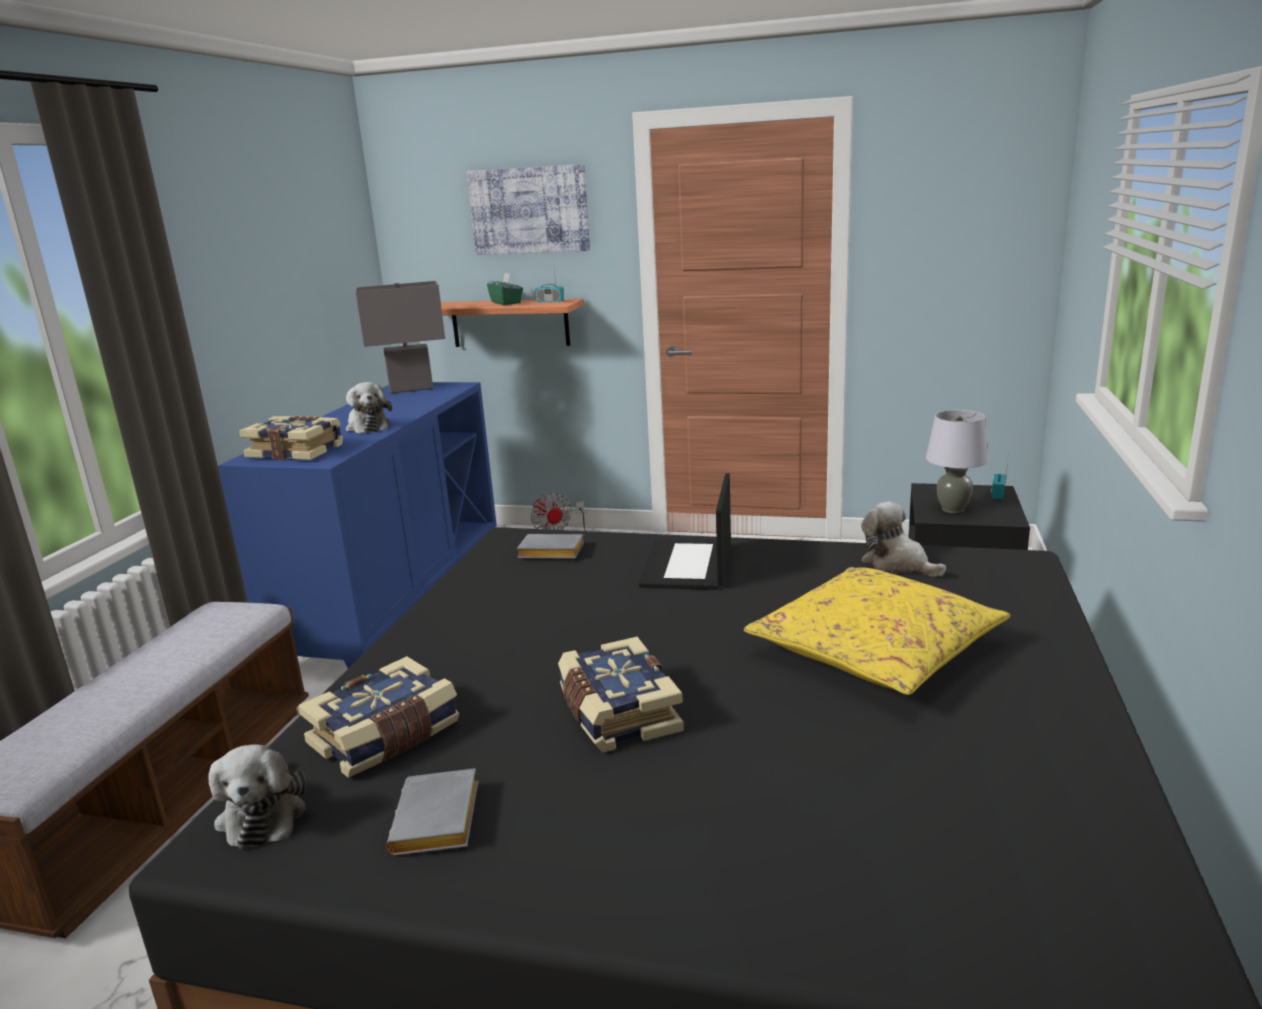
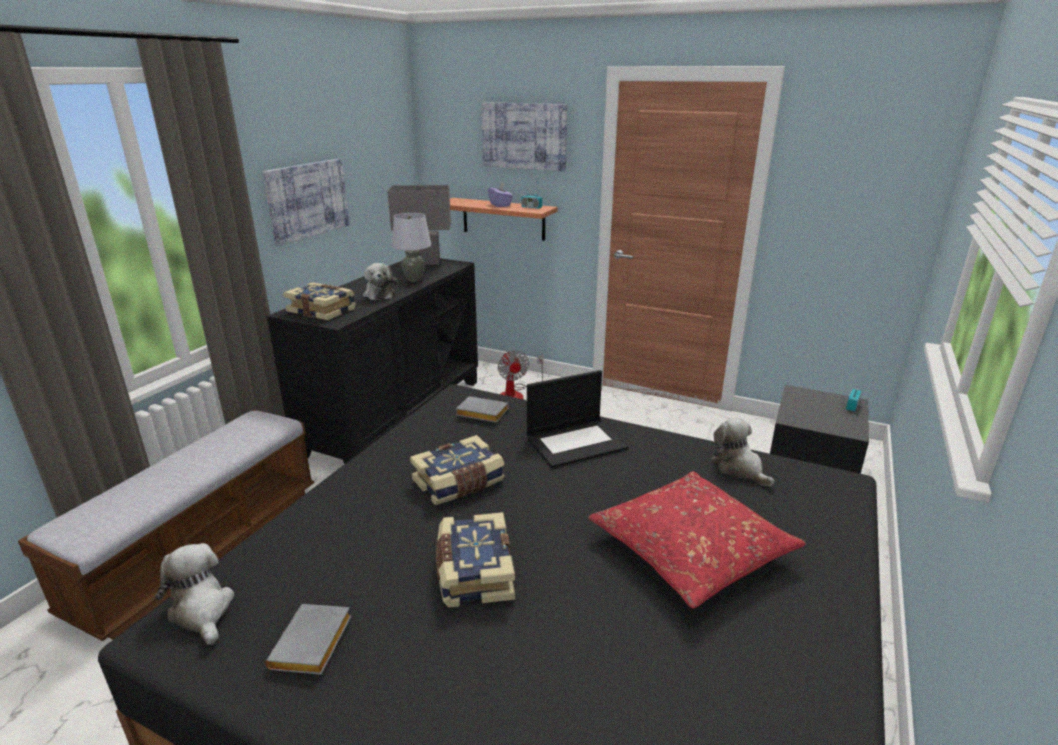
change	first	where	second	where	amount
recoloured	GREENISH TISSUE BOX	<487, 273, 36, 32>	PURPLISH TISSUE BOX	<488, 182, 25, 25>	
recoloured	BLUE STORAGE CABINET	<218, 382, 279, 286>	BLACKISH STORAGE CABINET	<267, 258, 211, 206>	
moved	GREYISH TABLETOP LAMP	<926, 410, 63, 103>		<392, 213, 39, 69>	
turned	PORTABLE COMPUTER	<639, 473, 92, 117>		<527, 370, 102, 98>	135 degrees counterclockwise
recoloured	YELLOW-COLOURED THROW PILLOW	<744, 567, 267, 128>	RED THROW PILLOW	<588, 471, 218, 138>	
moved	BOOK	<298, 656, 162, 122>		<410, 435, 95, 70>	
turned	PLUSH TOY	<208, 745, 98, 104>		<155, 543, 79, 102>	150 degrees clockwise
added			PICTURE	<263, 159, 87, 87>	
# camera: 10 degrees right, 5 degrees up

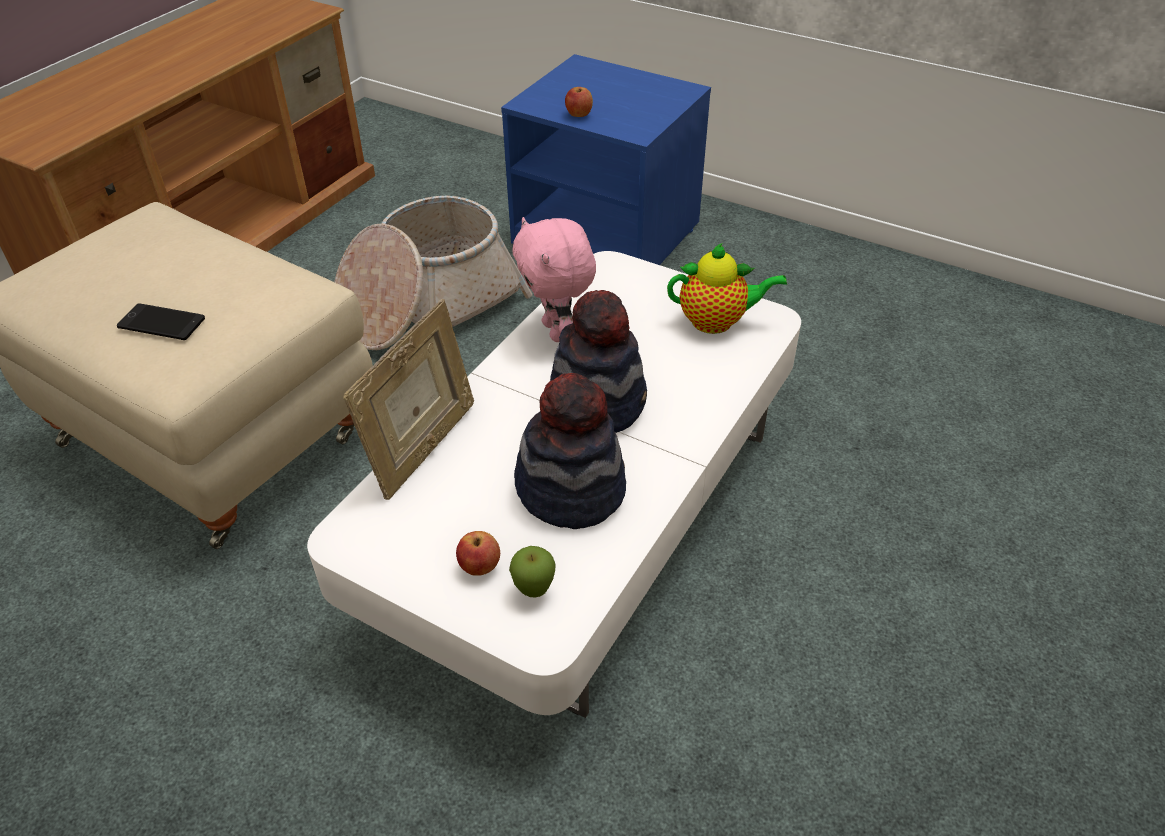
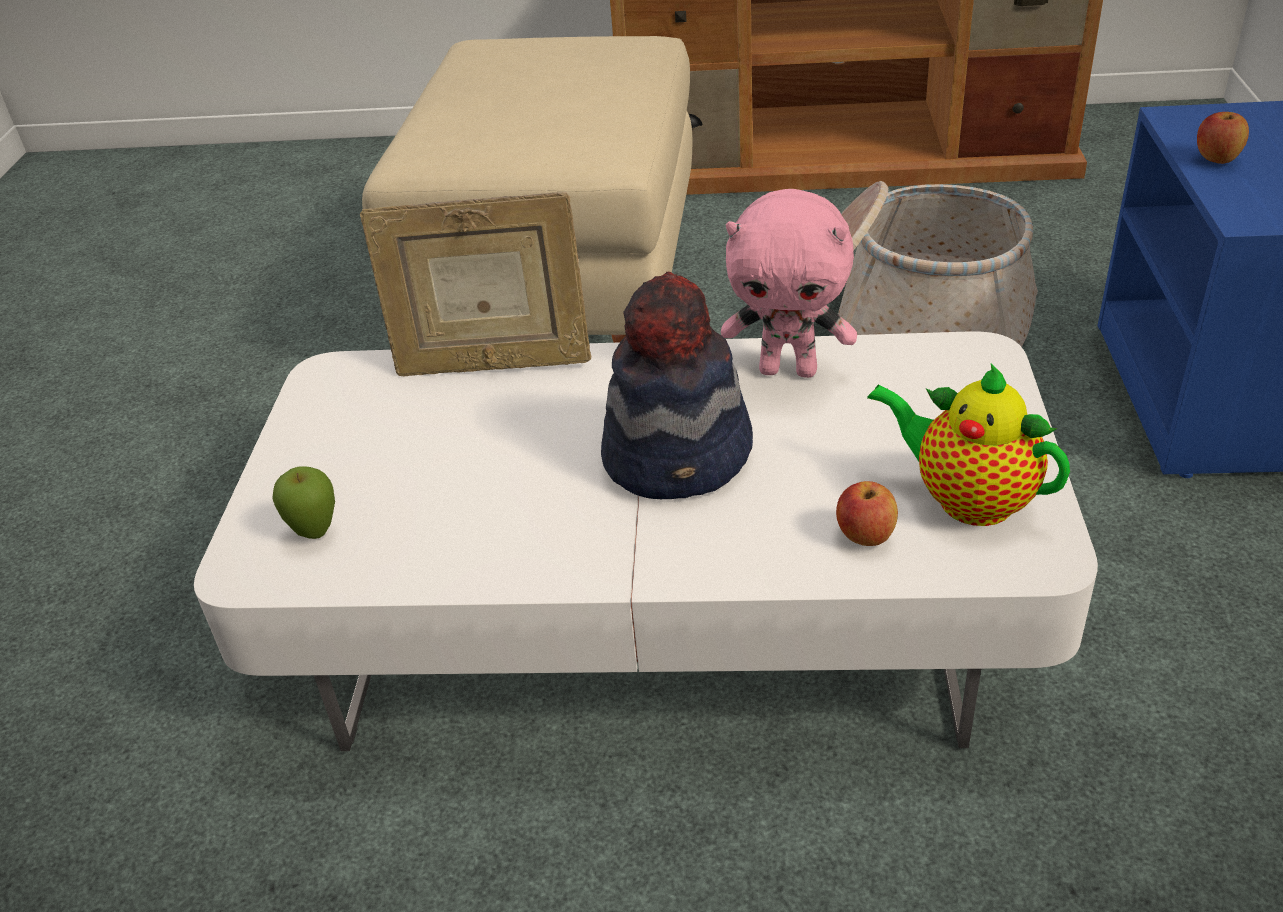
change	first	where	second	where	amount
turned	PINK PLUSH TOY	<512, 217, 84, 125>		<721, 189, 136, 189>	120 degrees counterclockwise
turned	POT FOR TEA	<667, 243, 120, 91>		<867, 363, 203, 163>	150 degrees clockwise
removed	TELEPHONE	<117, 303, 88, 37>			
removed	HAT	<514, 373, 112, 156>			
moved	APPLE FRUIT	<456, 531, 44, 45>		<836, 481, 62, 65>	
# camera: 65 degrees right, 5 degrees down

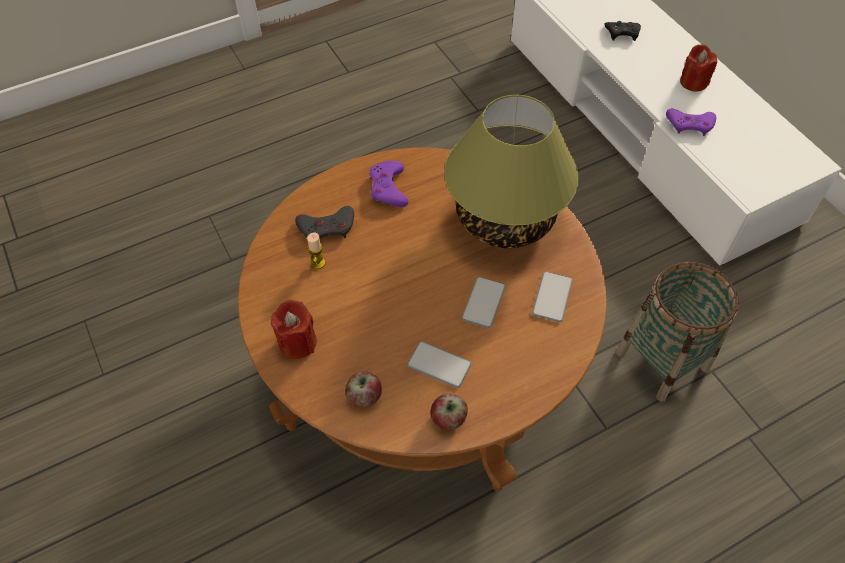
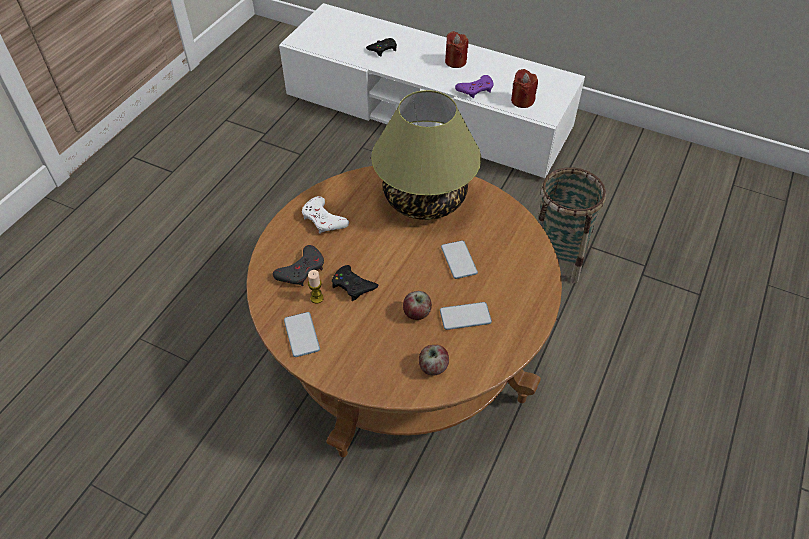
change	first	where	second	where	amount
recoloured	PURPLISH GAME CONTROLLER	<369, 160, 39, 47>	WHITISH GAME CONTROLLER	<302, 196, 47, 37>	
moved	TELEPHONE	<532, 272, 41, 50>		<284, 312, 36, 45>	
moved	RED WAX LIGHT	<271, 300, 46, 59>		<511, 69, 27, 39>	
moved	APPLE FRUIT	<431, 394, 37, 36>		<403, 291, 29, 29>	
added			BLACKISH GAME CONTROLLER	<332, 265, 46, 36>	
# camera: 35 degrees left, 5 degrees down

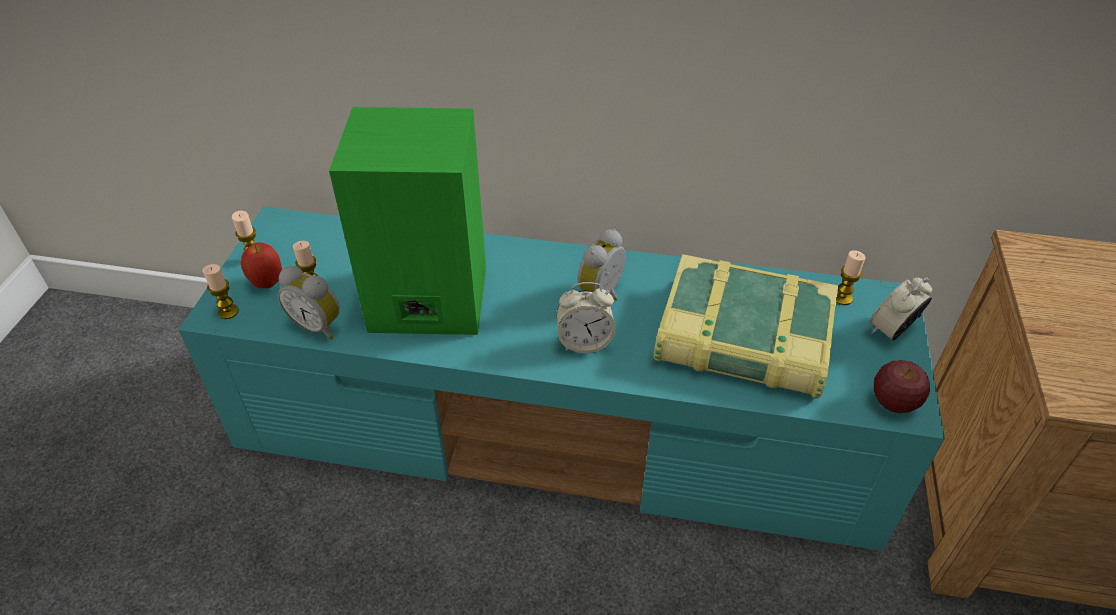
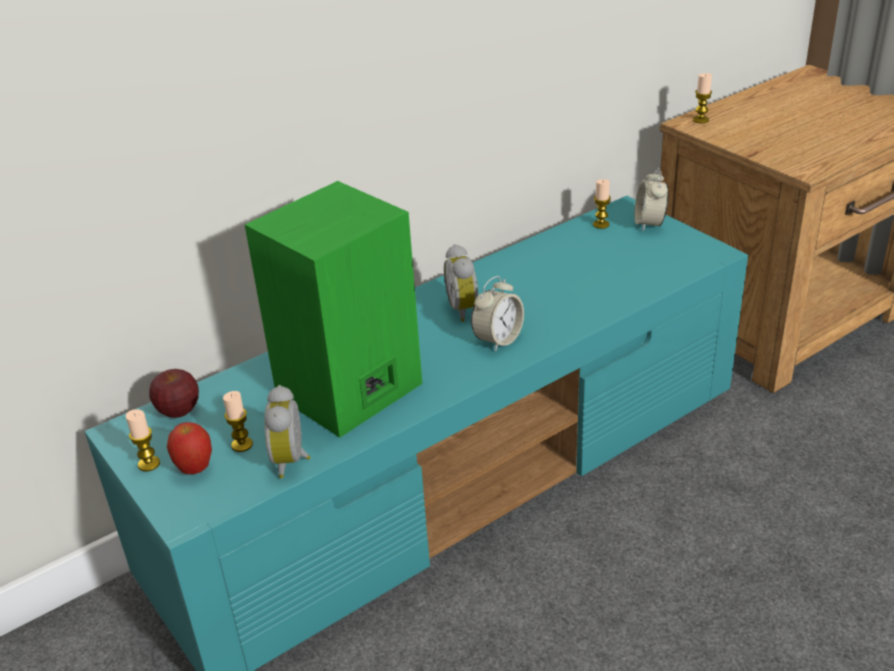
change	first	where	second	where	amount
removed	BOOK	<653, 254, 185, 144>			
moved	WAX LIGHT	<202, 264, 37, 55>		<693, 73, 19, 50>	
turned	BEDSIDE CLOCK	<278, 266, 62, 74>		<264, 385, 47, 93>	105 degrees clockwise
moved	APPLE FRUIT	<874, 360, 56, 53>		<149, 369, 50, 49>	
# camera: 45 degrees left, 10 degrees down

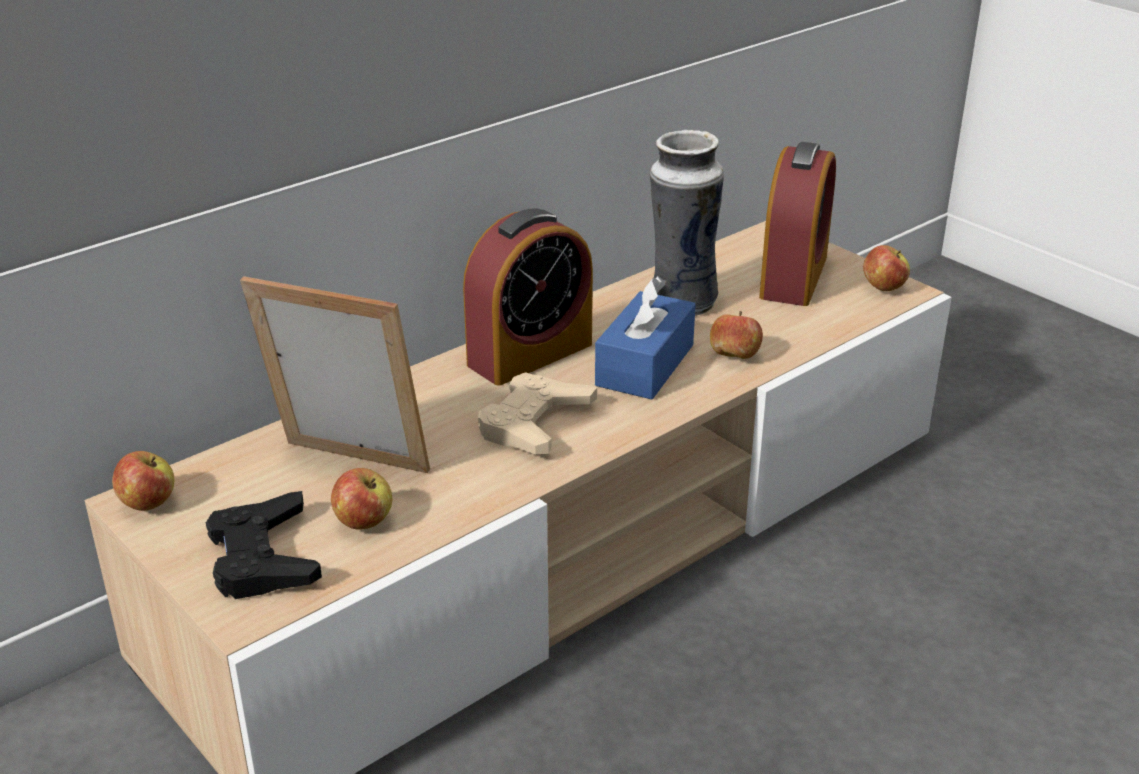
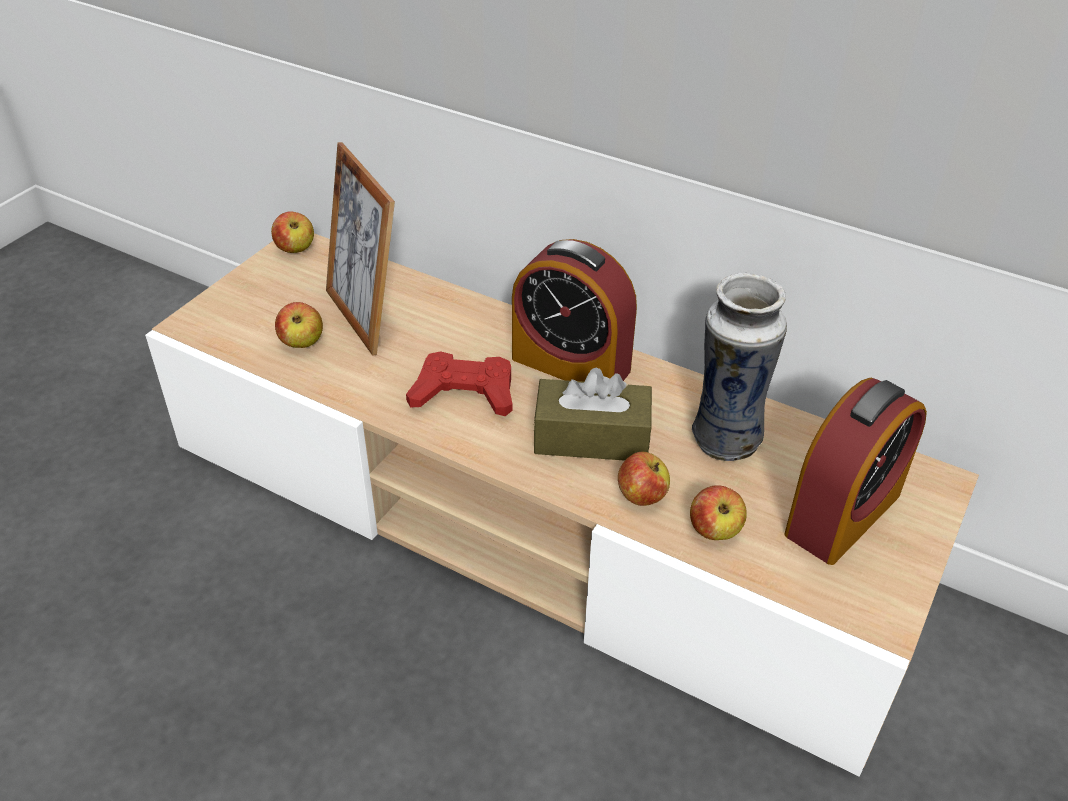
change	first	where	second	where	amount
turned	BEDSIDE CLOCK	<759, 142, 77, 164>		<784, 378, 143, 187>	45 degrees counterclockwise
moved	APPLE FRUIT	<863, 245, 47, 46>		<690, 485, 57, 55>	
turned	STANDING FRAME	<240, 276, 190, 197>		<326, 142, 69, 214>	150 degrees clockwise
recoloured	BLUE TISSUE BOX	<595, 276, 101, 123>	BROWN TISSUE BOX	<533, 367, 119, 94>	
recoloured	BEIGE-COLOURED GAME CONTROLLER	<478, 372, 119, 82>	RED GAME CONTROLLER	<406, 351, 107, 65>	
removed	BLACKISH GAME CONTROLLER	<206, 491, 116, 108>			
# camera: 70 degrees right, 10 degrees up

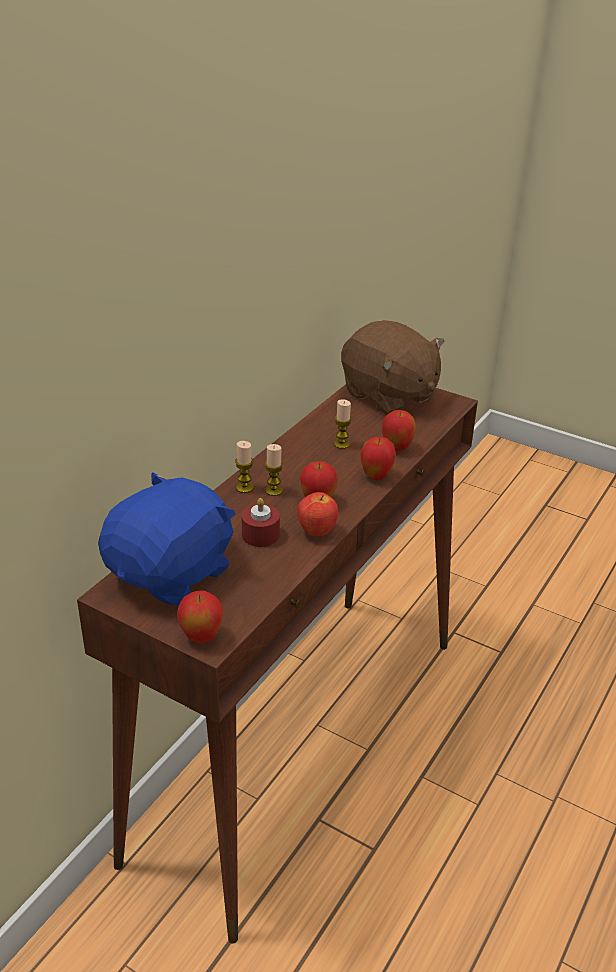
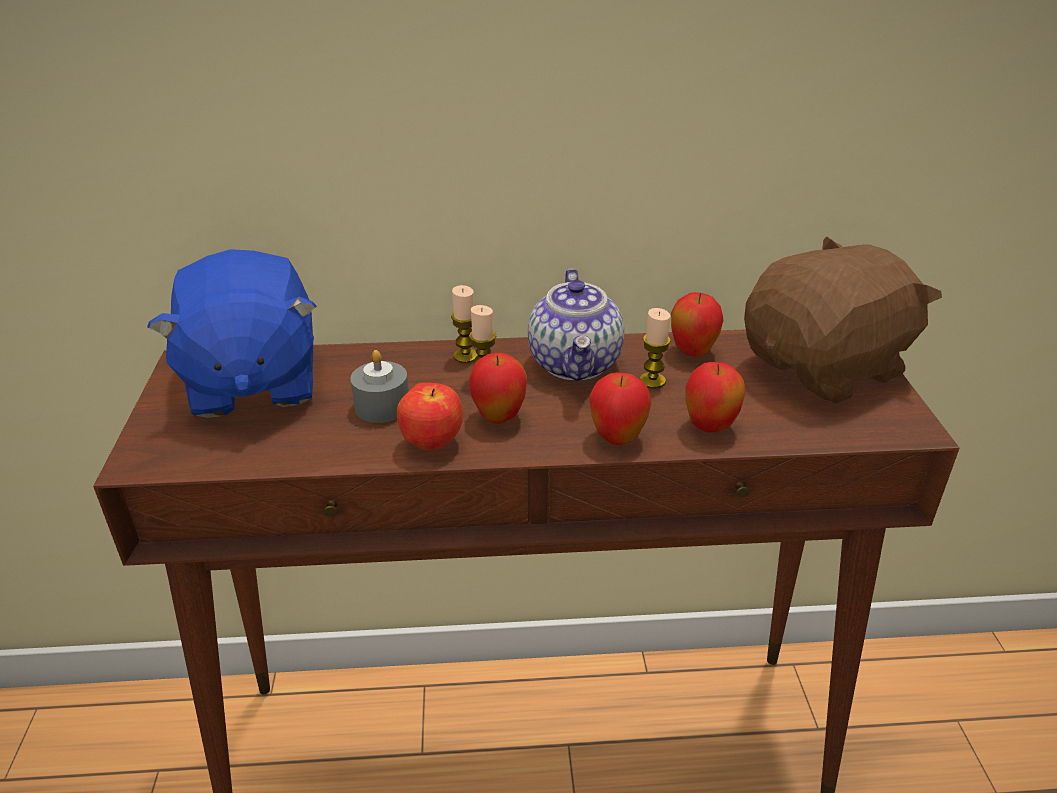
change	first	where	second	where	amount
turned	BROWN PLUSH TOY	<341, 320, 103, 95>		<744, 236, 198, 168>	135 degrees counterclockwise
turned	BLUE PLUSH TOY	<98, 472, 138, 134>		<147, 249, 170, 169>	75 degrees clockwise
recoloured	RED WAX LIGHT	<241, 498, 39, 49>	GREYISH WAX LIGHT	<350, 350, 59, 73>	
moved	APPLE FRUIT	<177, 590, 46, 53>		<671, 292, 52, 65>	
added			POT FOR TEA	<528, 269, 96, 112>	
# camera: 55 degrees right, 0 degrees up

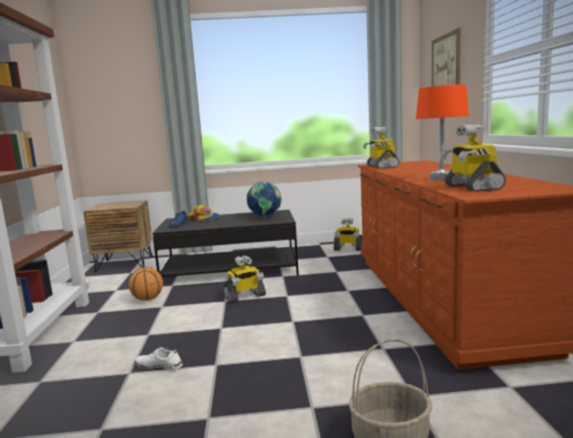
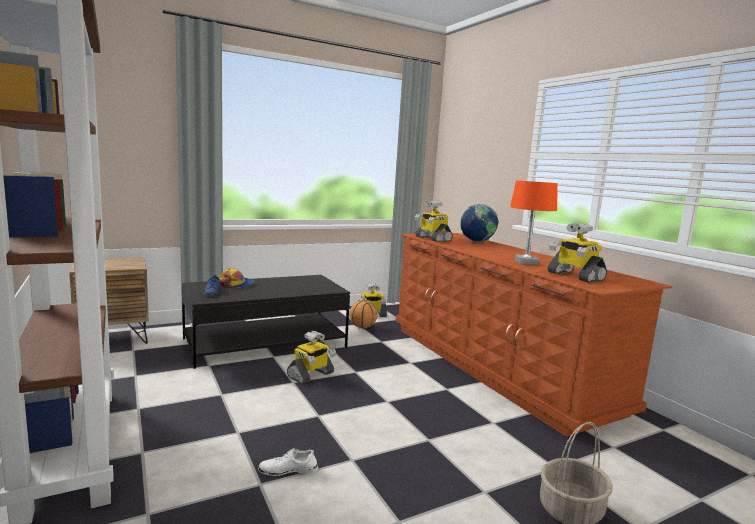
change	first	where	second	where	amount
removed	PICTURE	<432, 28, 29, 59>			
moved	DESK GLOBE	<247, 182, 35, 35>		<460, 204, 39, 39>	
moved	BASKETBALL	<128, 267, 35, 34>		<349, 300, 29, 28>	
# camera: 25 degrees left, 0 degrees up

